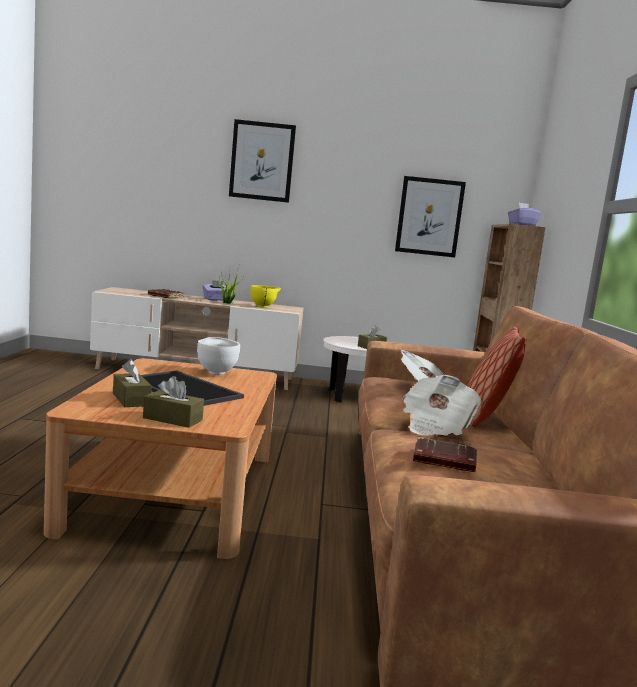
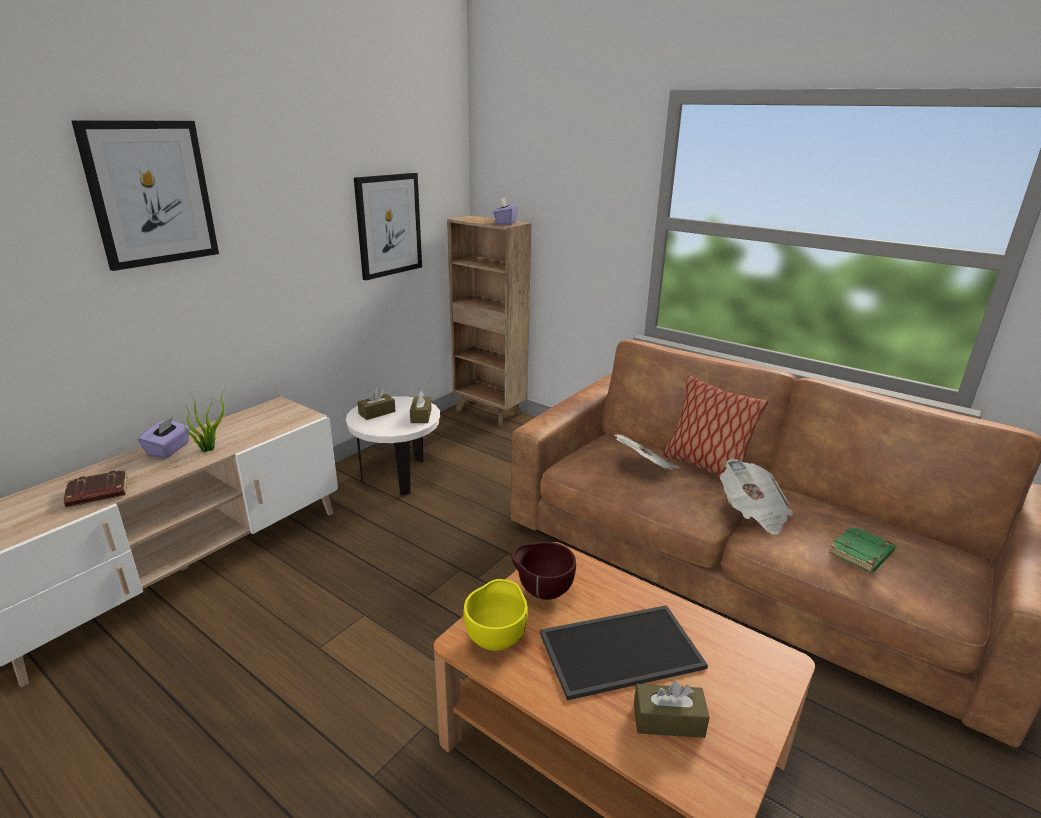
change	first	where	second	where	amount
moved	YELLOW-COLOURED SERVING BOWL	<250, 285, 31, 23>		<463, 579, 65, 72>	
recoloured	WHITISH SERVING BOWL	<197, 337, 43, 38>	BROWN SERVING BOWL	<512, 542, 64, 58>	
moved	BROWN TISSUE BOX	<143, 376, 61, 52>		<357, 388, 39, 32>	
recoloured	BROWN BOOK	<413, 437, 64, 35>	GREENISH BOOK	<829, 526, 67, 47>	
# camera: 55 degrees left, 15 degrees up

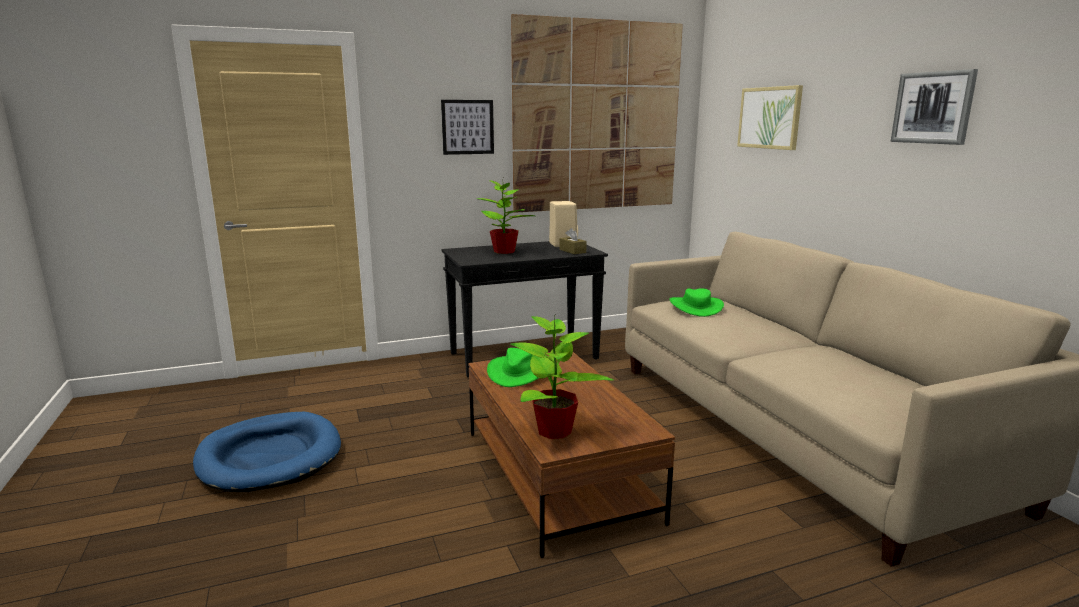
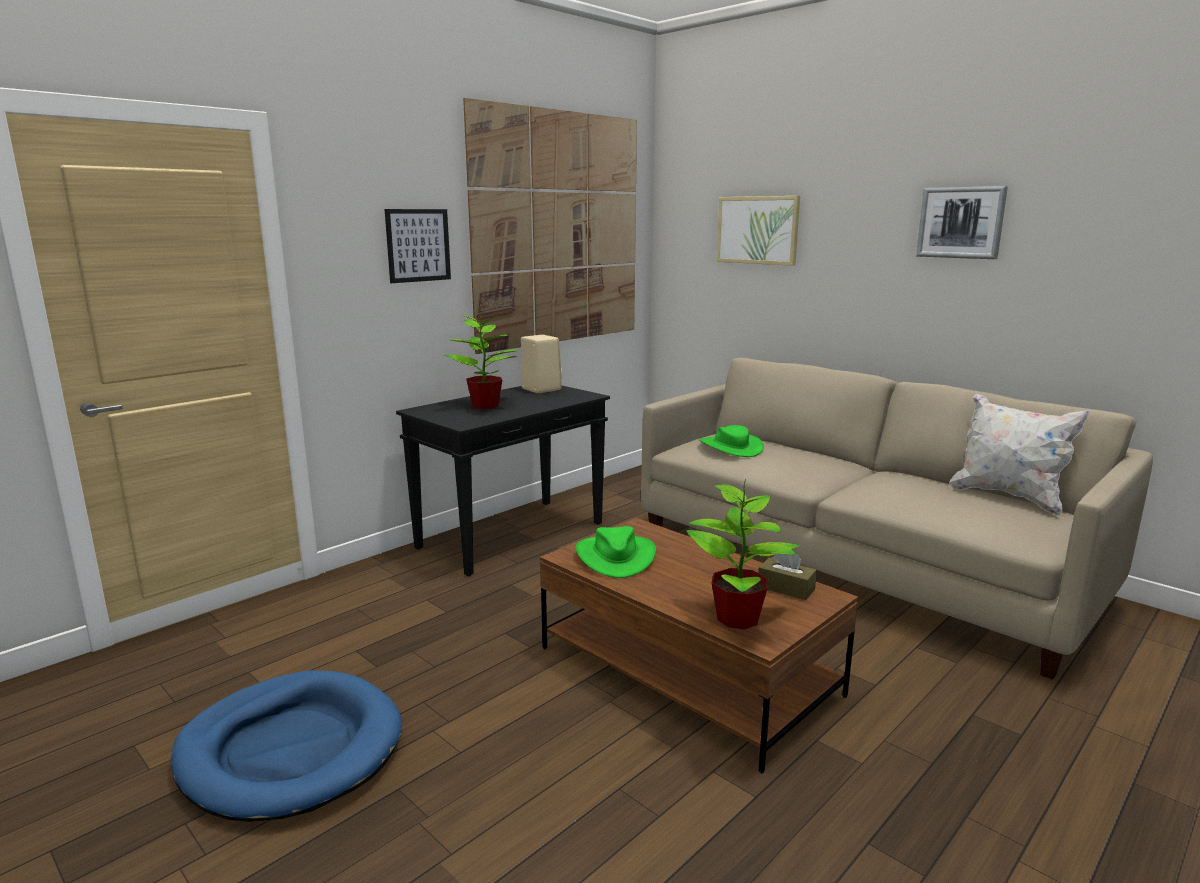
change	first	where	second	where	amount
moved	BROWN TISSUE BOX	<559, 228, 28, 26>		<758, 554, 59, 46>	
added			WHITISH THROW PILLOW	<949, 393, 141, 123>	
# camera: 25 degrees left, 0 degrees up

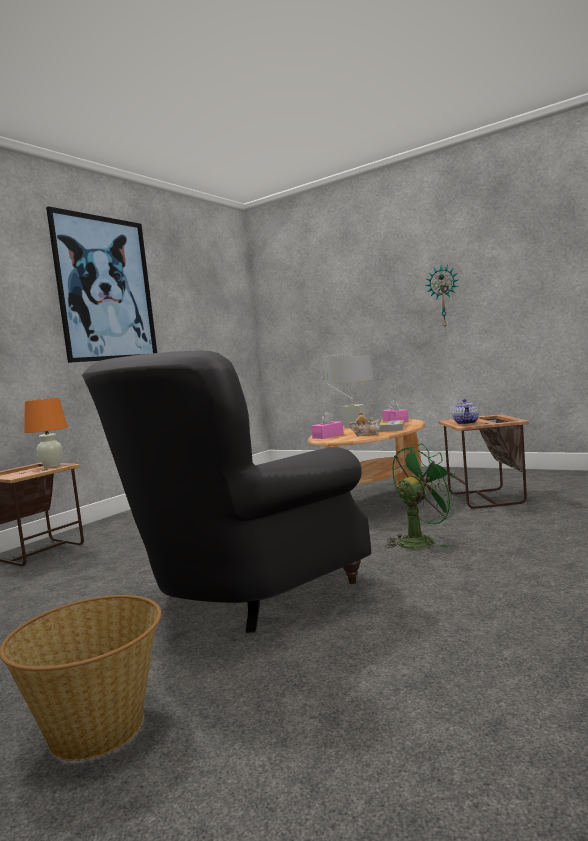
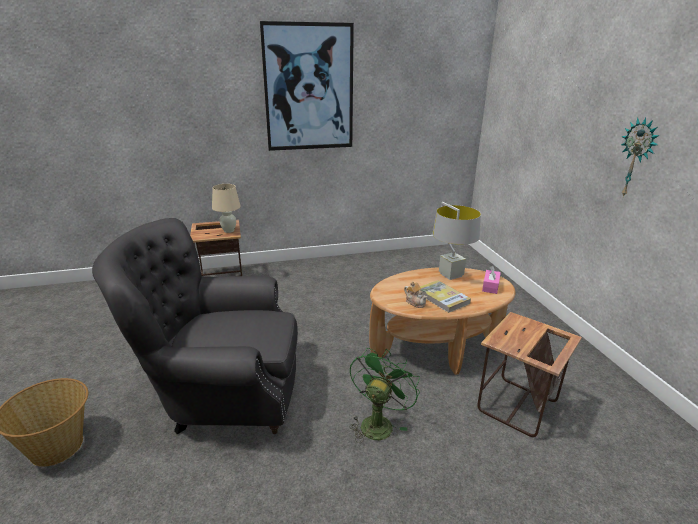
change	first	where	second	where	amount
recoloured	ORANGE-COLOURED TABLETOP LAMP	<24, 398, 44, 70>	BEIGE-COLOURED TABLETOP LAMP	<212, 184, 29, 49>	
removed	POT FOR TEA	<452, 399, 27, 26>			
removed	PINK TISSUE BOX	<311, 411, 33, 28>			
turned	GREENISH COOLING FAN	<385, 444, 75, 105>		<349, 348, 71, 95>	75 degrees counterclockwise
# camera: 40 degrees right, 20 degrees up

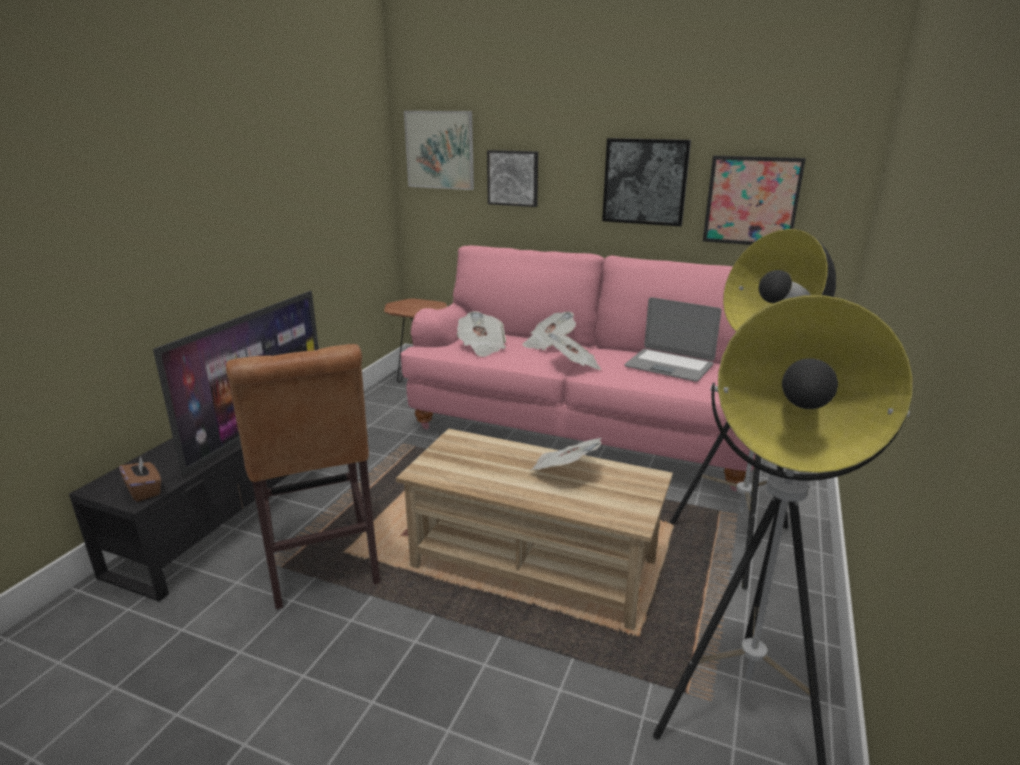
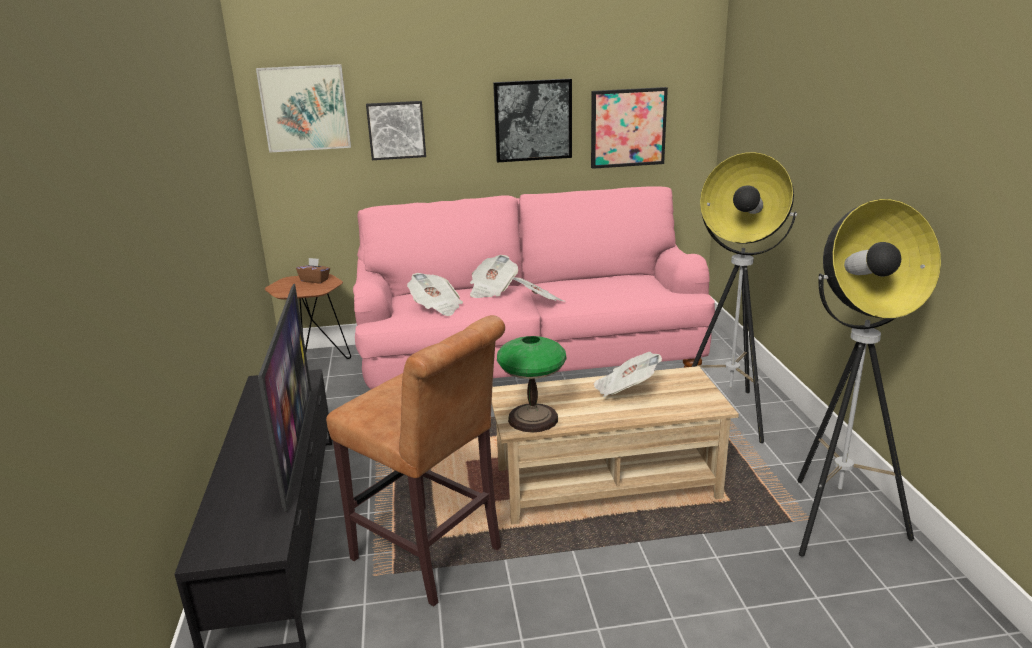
change	first	where	second	where	amount
removed	PORTABLE COMPUTER	<624, 297, 97, 85>			
moved	BROWN TISSUE BOX	<119, 455, 42, 47>		<296, 258, 34, 25>	
added			TABLETOP LAMP	<497, 336, 70, 97>	
# camera: 30 degrees left, 0 degrees up

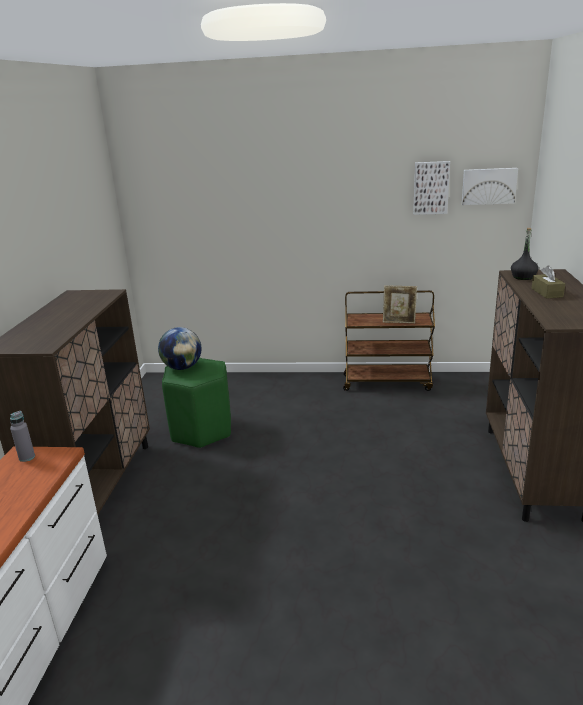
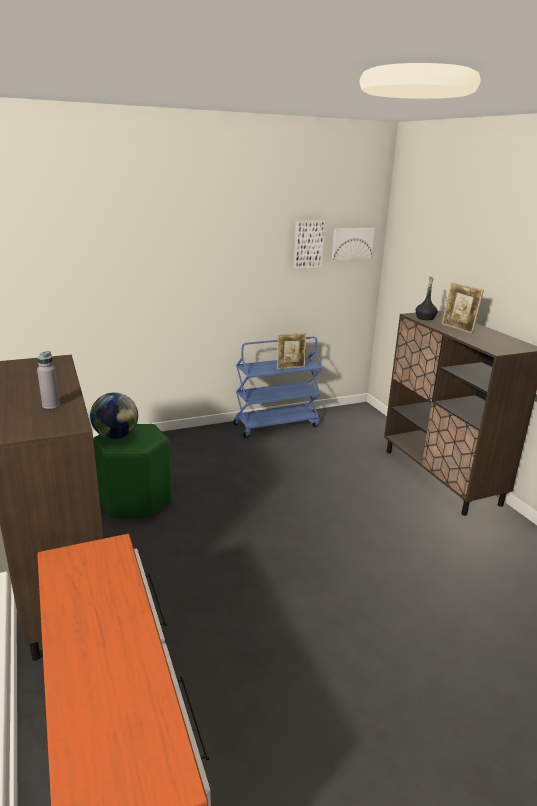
change	first	where	second	where	amount
replaced	BROWN TISSUE BOX	<532, 265, 33, 34>	STANDING FRAME	<442, 282, 42, 52>	
recoloured	BROWN TROLLEY	<343, 290, 92, 101>	BLUE TROLLEY	<233, 336, 90, 102>	
moved	GREYISH BOTTLE	<10, 411, 25, 51>		<37, 351, 23, 58>	
# camera: 30 degrees left, 0 degrees up

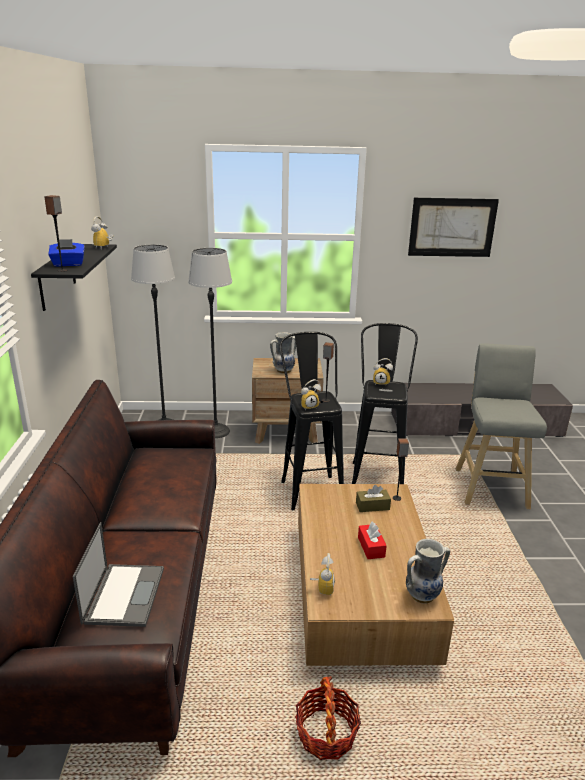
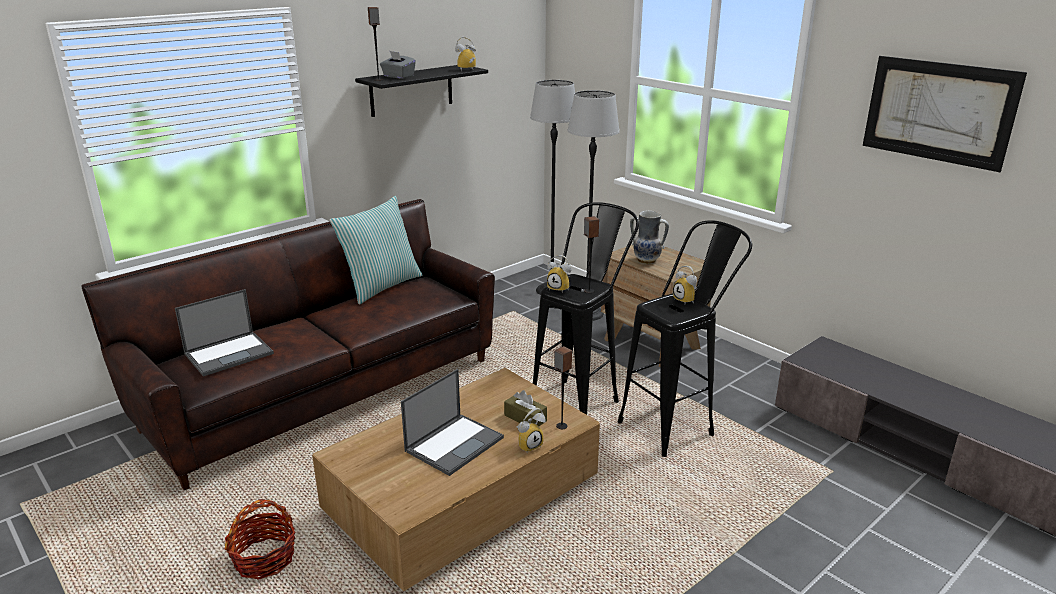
change	first	where	second	where	amount
recoloured	BLUE TISSUE BOX	<48, 239, 37, 27>	GREYISH TISSUE BOX	<380, 51, 36, 28>	
removed	GREYISH STOOL SEAT	<456, 343, 91, 166>			
replaced	RED TISSUE BOX	<358, 521, 29, 38>	PORTABLE COMPUTER	<401, 369, 103, 107>	
removed	VASE	<406, 538, 44, 65>			
moved	BEDSIDE CLOCK	<310, 553, 25, 43>		<517, 408, 28, 46>	
added			THROW PILLOW	<330, 196, 93, 108>	
# camera: 50 degrees right, 0 degrees up

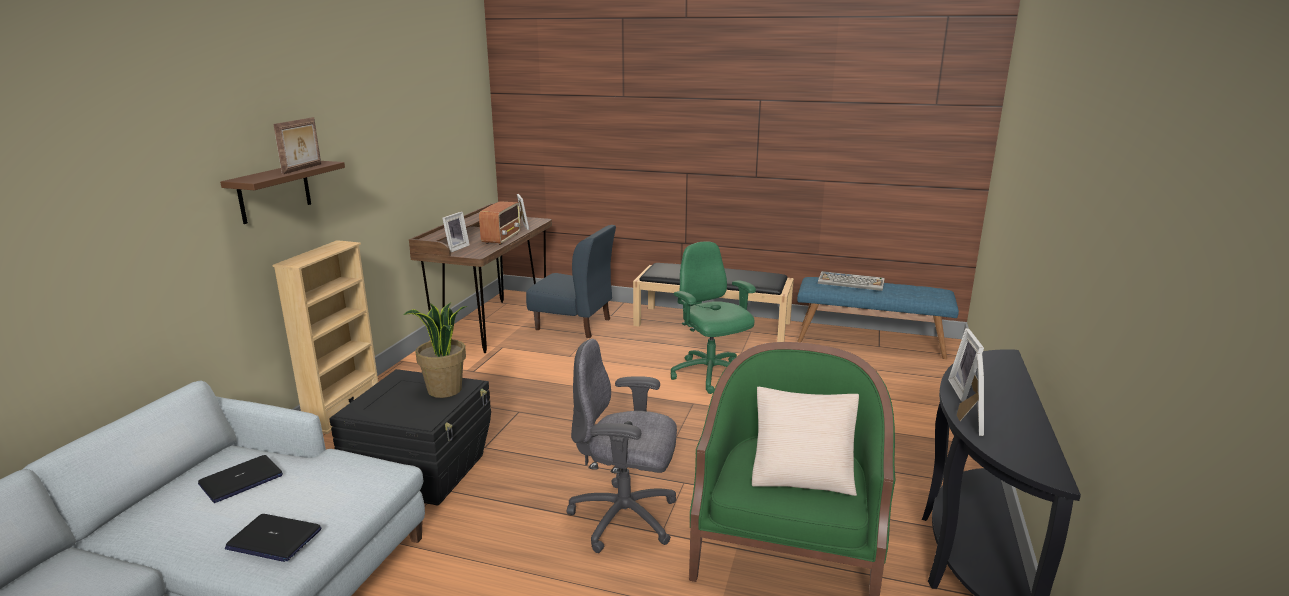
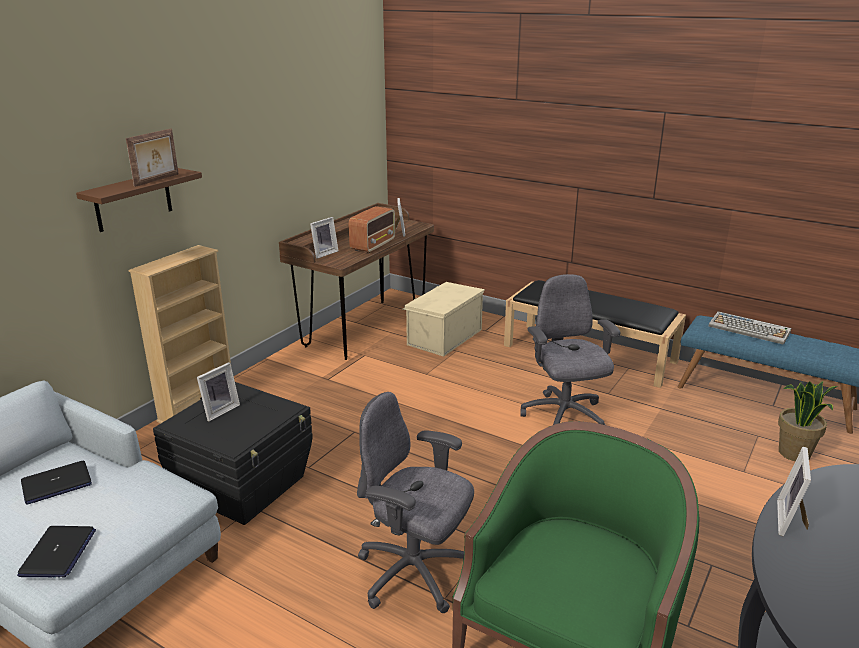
change	first	where	second	where	amount
replaced	BLUE PLAIN CHAIR	<526, 225, 90, 113>	BEIGE-COLOURED STORAGE BIN	<403, 282, 82, 75>	
recoloured	GREENISH COMPUTER CHAIR	<670, 242, 86, 152>	GREYISH COMPUTER CHAIR	<520, 274, 100, 151>	
moved	HOUSEPLANT	<403, 302, 64, 96>		<778, 381, 60, 80>	
moved	STANDING FRAME	<957, 354, 27, 82>		<197, 362, 43, 59>	
removed	BEIGE-COLOURED THROW PILLOW	<752, 387, 107, 109>			
turned	PORTABLE COMPUTER	<225, 514, 97, 48>		<17, 526, 79, 52>	120 degrees counterclockwise
# camera: 15 degrees right, 5 degrees up

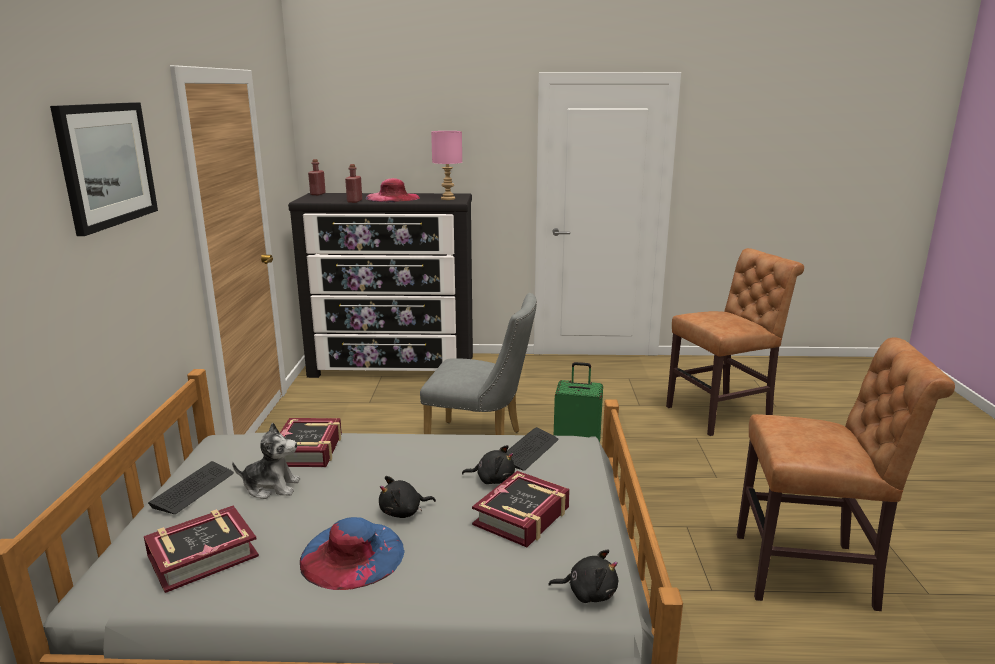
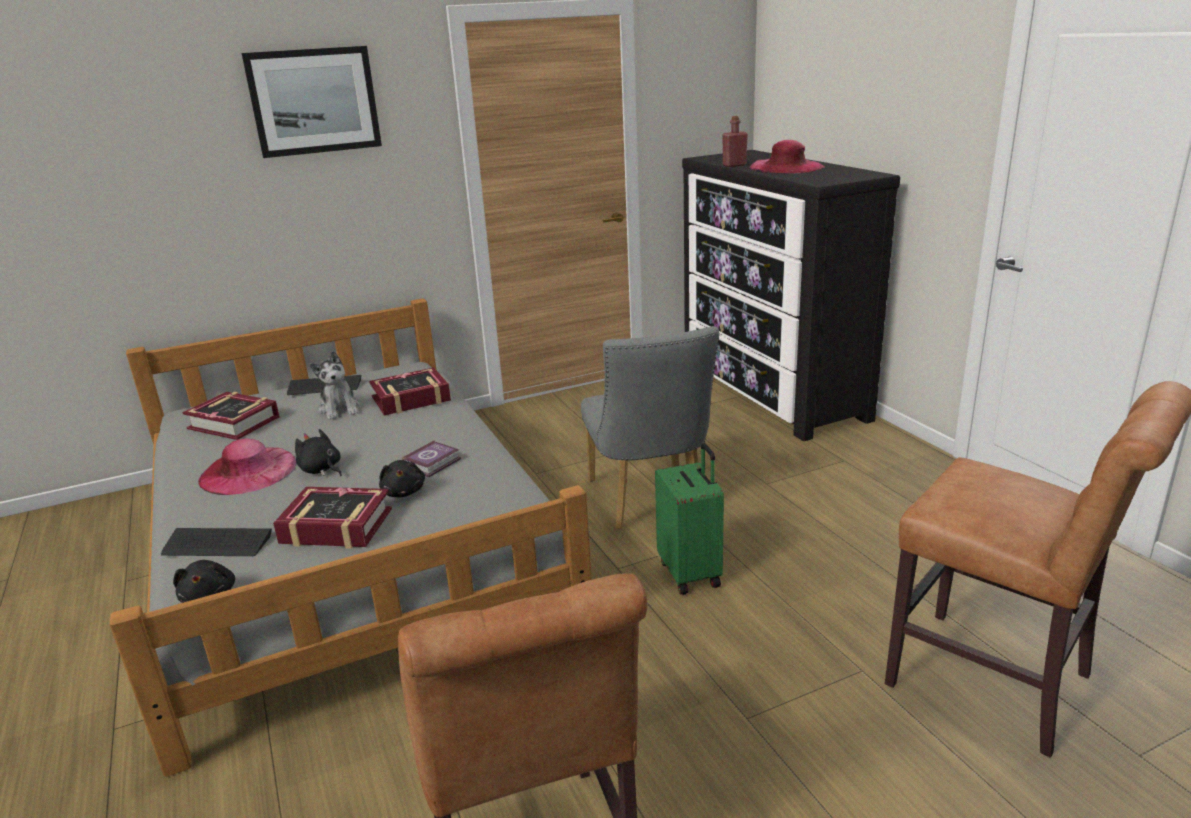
change	first	where	second	where	amount
removed	PINK TABLETOP LAMP	<431, 131, 31, 69>			
removed	RED BOTTLE	<308, 159, 18, 36>			
moved	PC KEYBOARD	<506, 427, 53, 44>		<161, 528, 111, 28>	
recoloured	BLUE HAT	<300, 517, 105, 73>	PINK HAT	<198, 438, 98, 57>	
added			BOOK	<402, 440, 59, 37>	
# camera: 65 degrees right, 5 degrees up

